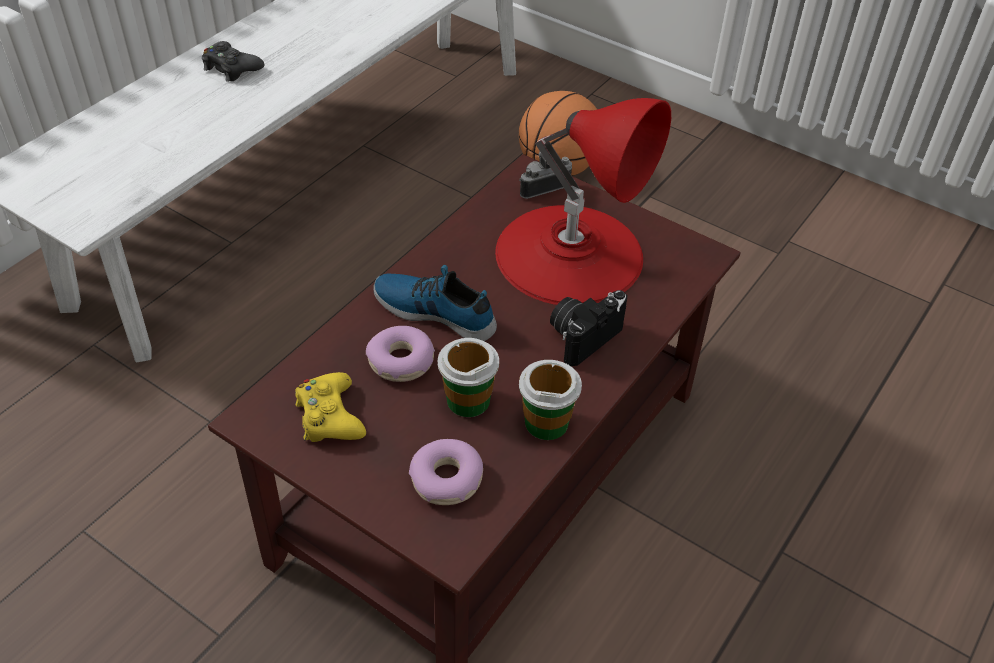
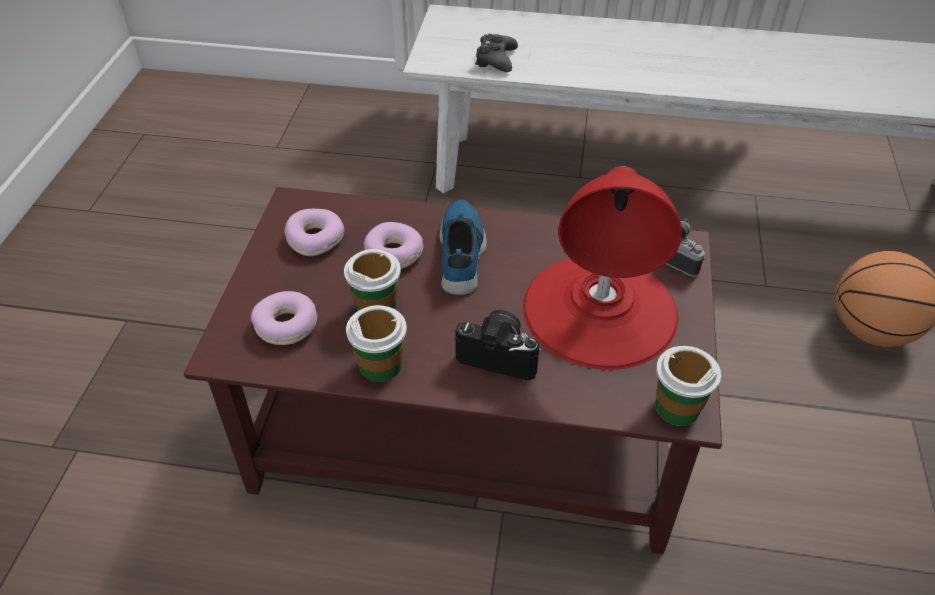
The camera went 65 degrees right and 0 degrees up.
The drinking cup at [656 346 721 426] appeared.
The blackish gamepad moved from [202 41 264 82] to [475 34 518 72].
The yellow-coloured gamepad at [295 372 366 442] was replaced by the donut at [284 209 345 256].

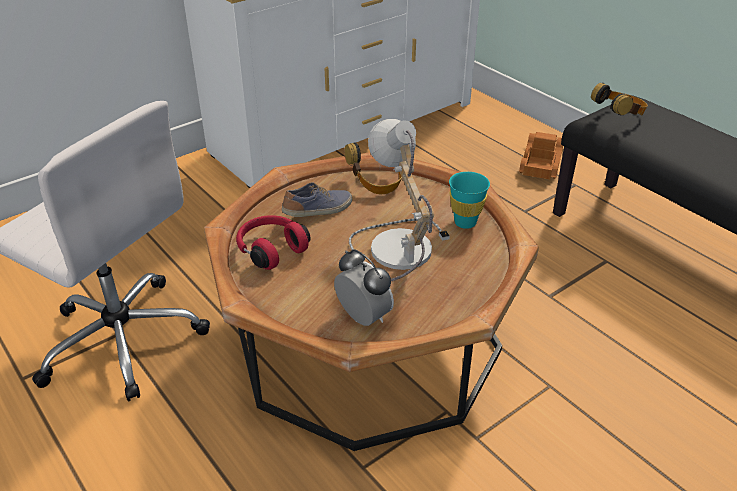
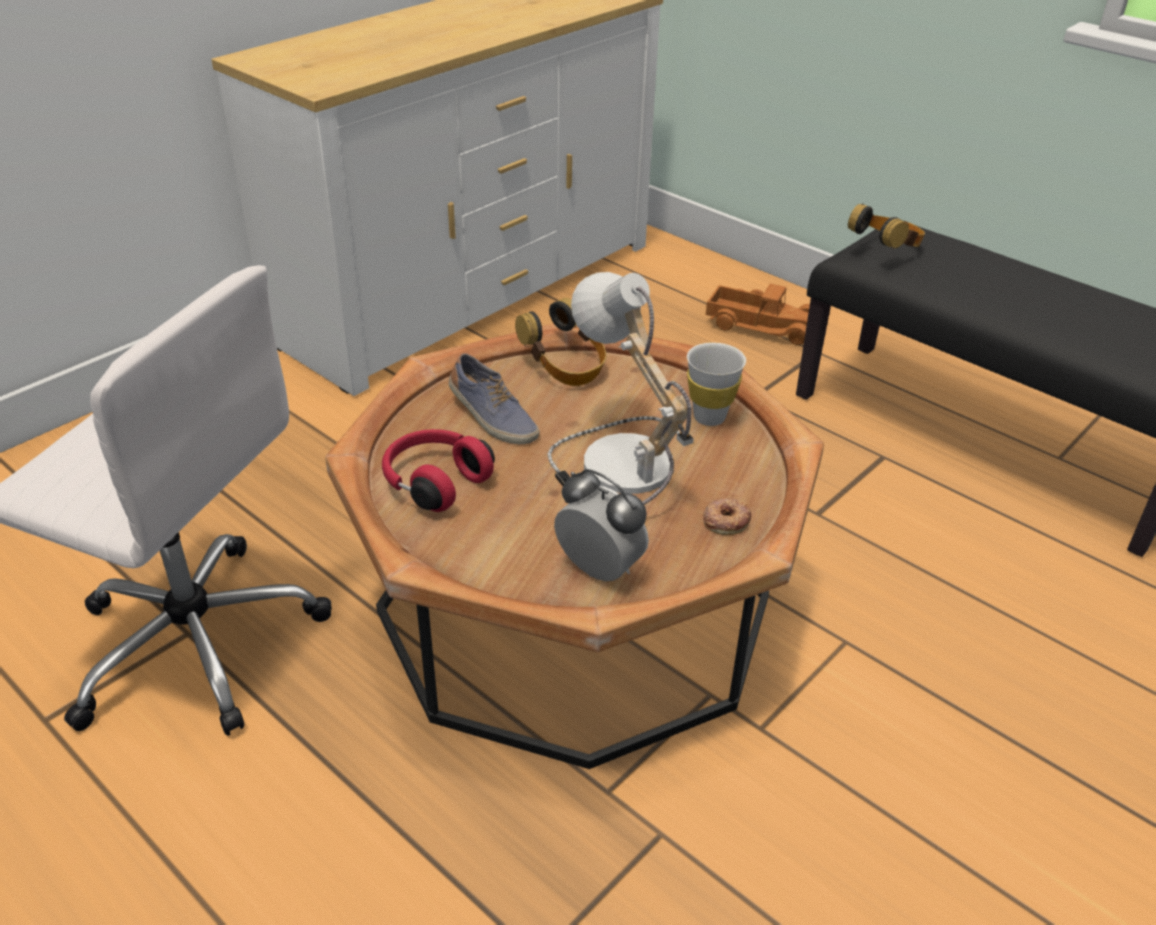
The camera went 10 degrees left and 0 degrees up.
The donut at [703 498 751 535] appeared.
The turquoise drinking cup at [449 172 490 229] became the whitish drinking cup at [687 343 746 426].
The shoe at [282 182 352 217] turned 90 degrees clockwise.
The toy truck at [519 132 563 179] turned 105 degrees clockwise.

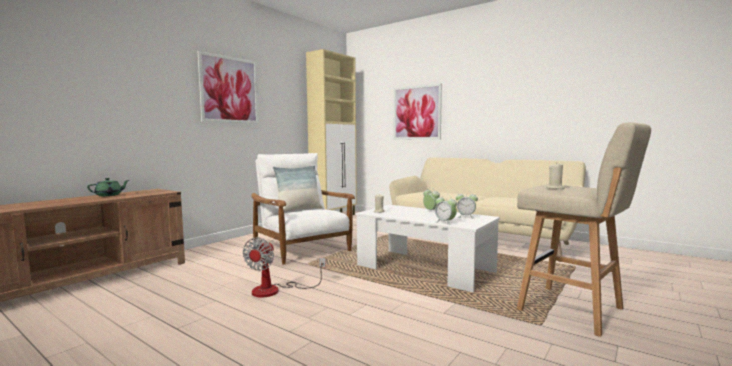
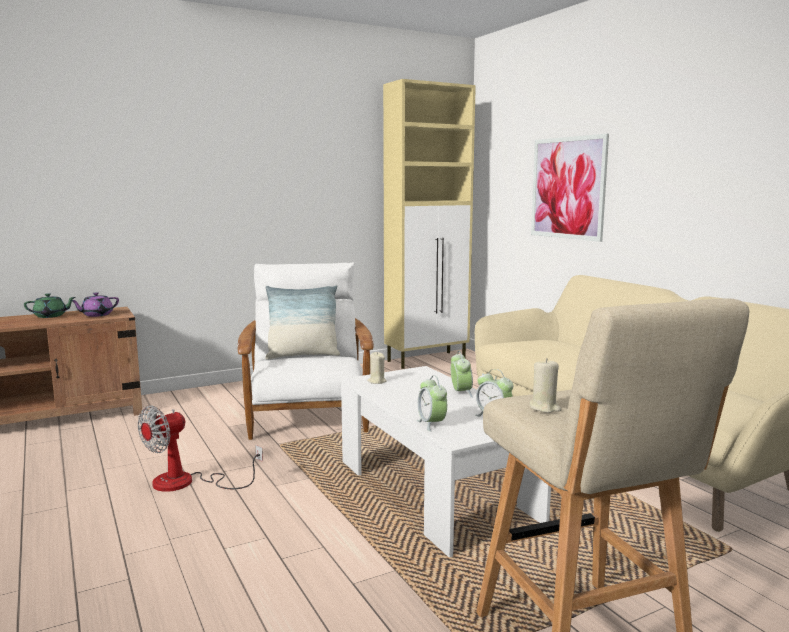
The camera went 25 degrees right and 5 degrees up.
The wall art at [197 51 259 124] disappeared.
The purplish tea pot at [70 292 119 317] appeared.

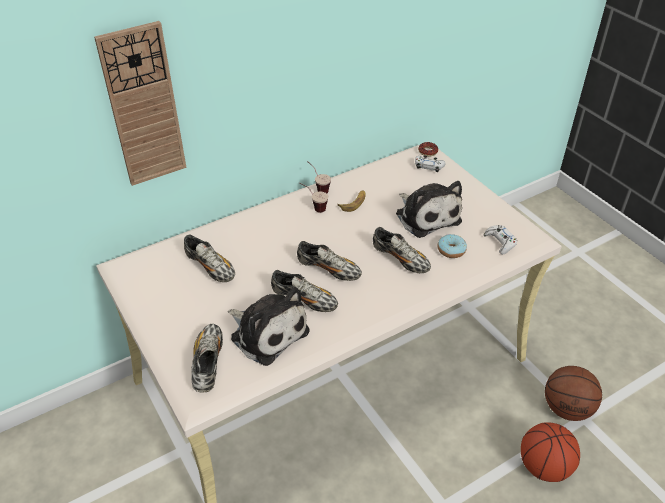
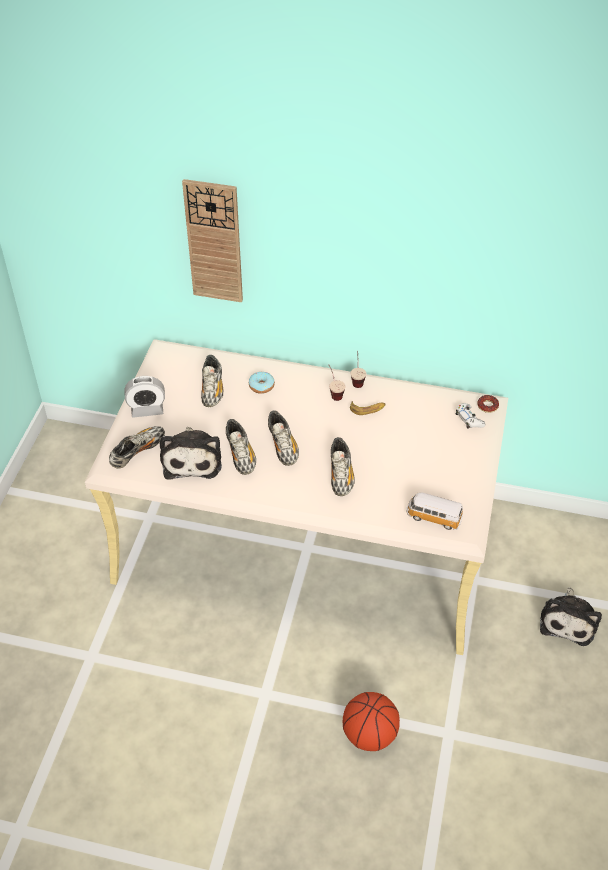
The camera went 45 degrees right and 5 degrees up.
The basketball at [545 366 602 421] disappeared.
The alarm clock at [124 376 165 418] appeared.
The cuddly toy moved from [396 181 462 238] to [540 587 602 646].
The donut moved from [437 234 467 258] to [249 372 275 394].
The whitish gamepad at [484 225 517 254] was replaced by the model car at [406 492 463 530].

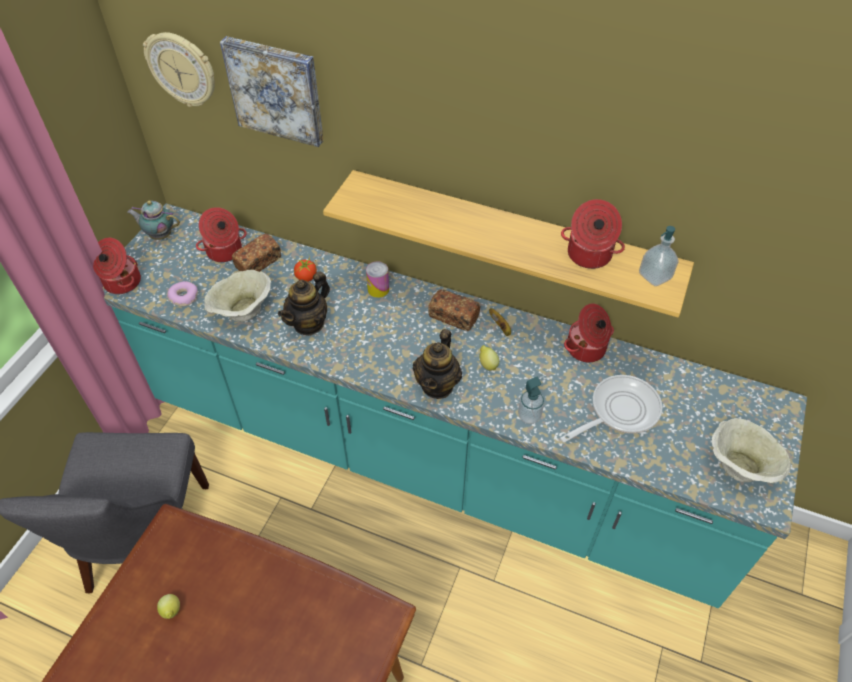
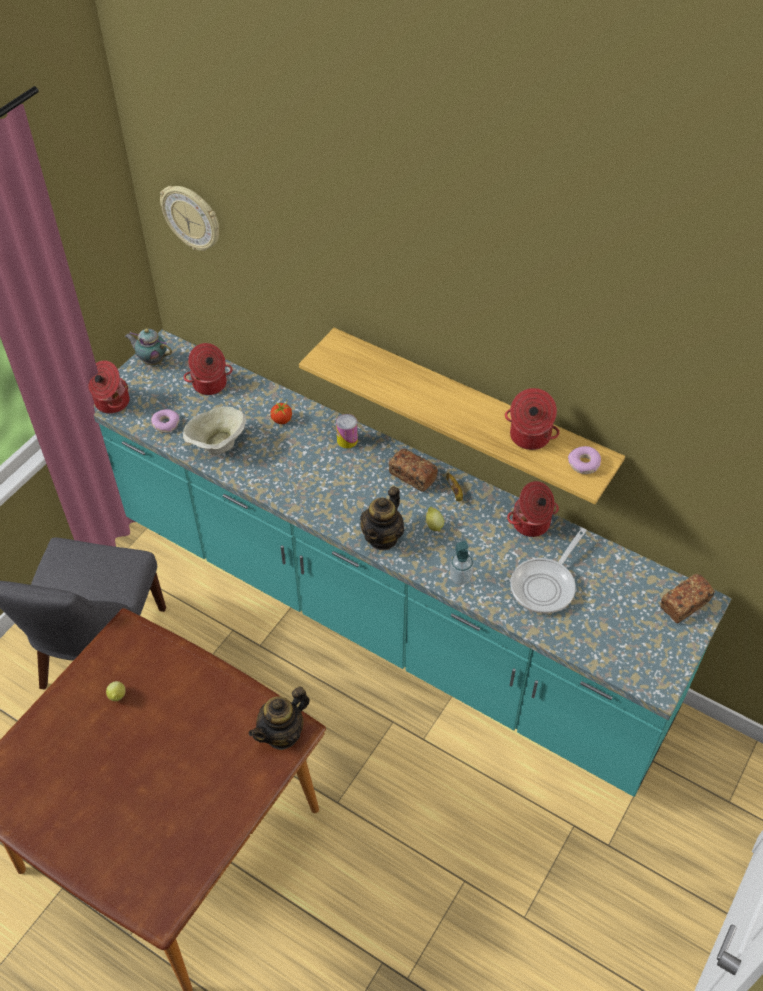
The camera went 10 degrees right and 0 degrees up.
The wall art at [220 36 324 147] disappeared.
The beige bowl at [712 418 791 483] disappeared.
The bread moved from [232 234 281 272] to [660 574 715 623].
The tea pot moved from [278 271 330 336] to [249 687 310 750].
The soap bottle at [639 226 679 286] was replaced by the donut at [568 446 601 474].
The pan at [560 375 662 443] turned 150 degrees clockwise.

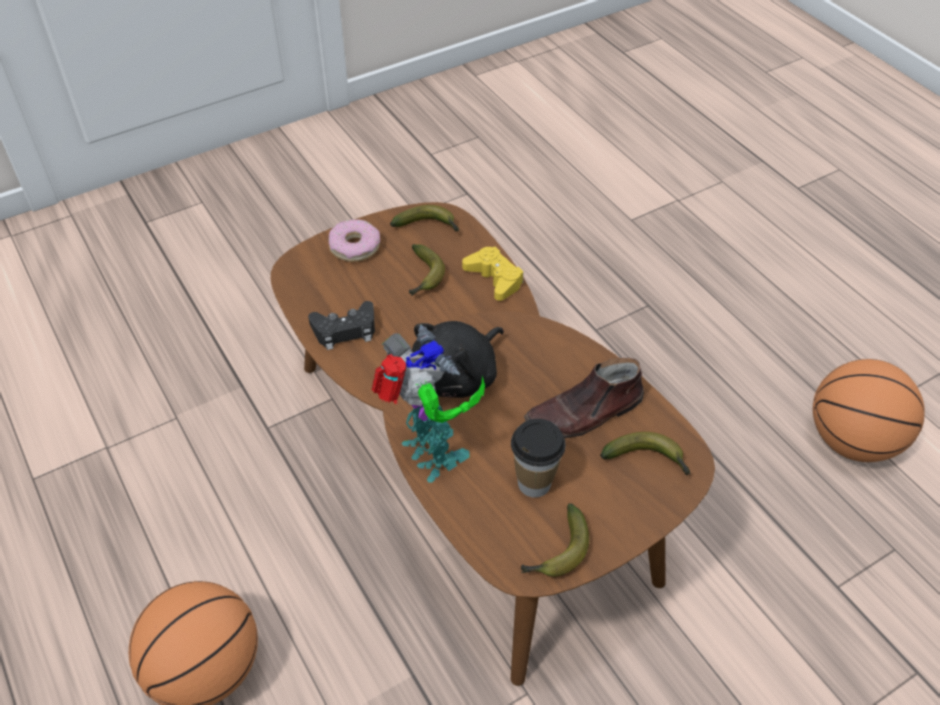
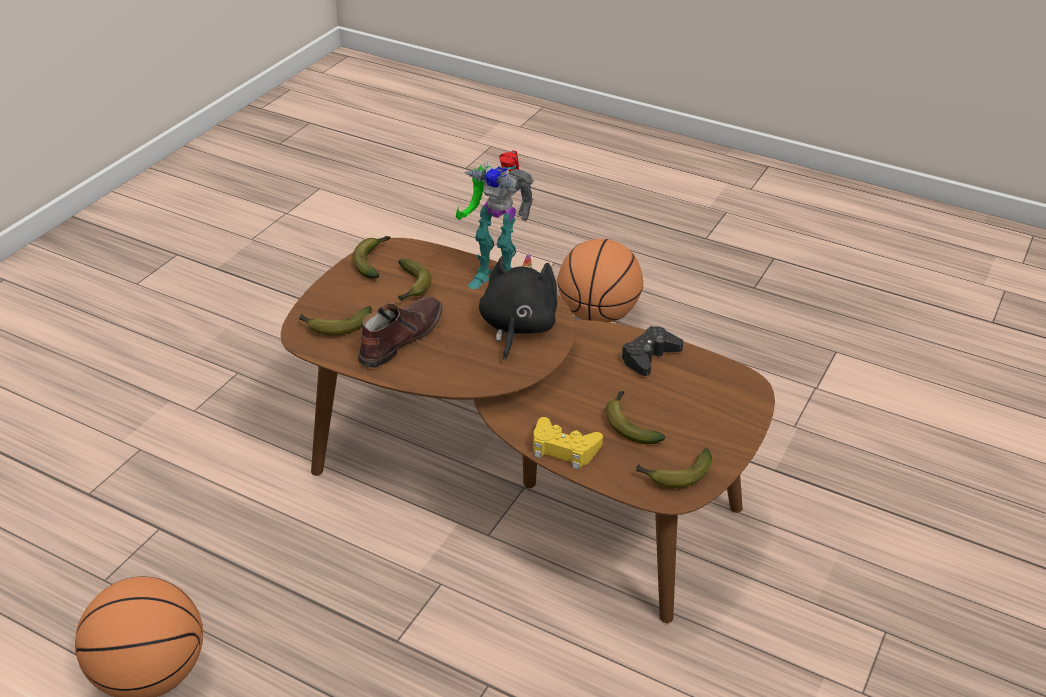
The camera went 150 degrees right and 10 degrees down.
The donut at [329 219 380 262] disappeared.
The drinking cup at [511 419 566 498] was replaced by the banana at [398 259 432 301].

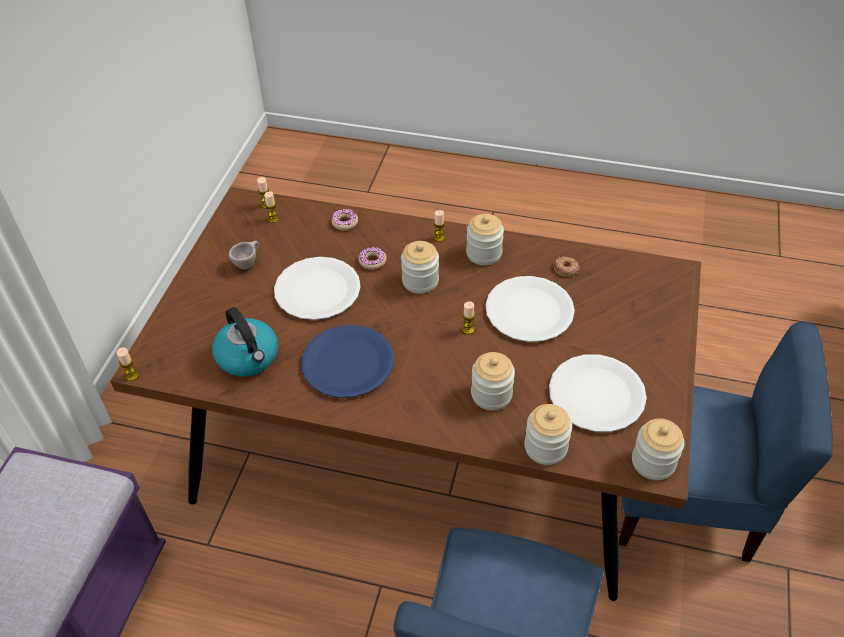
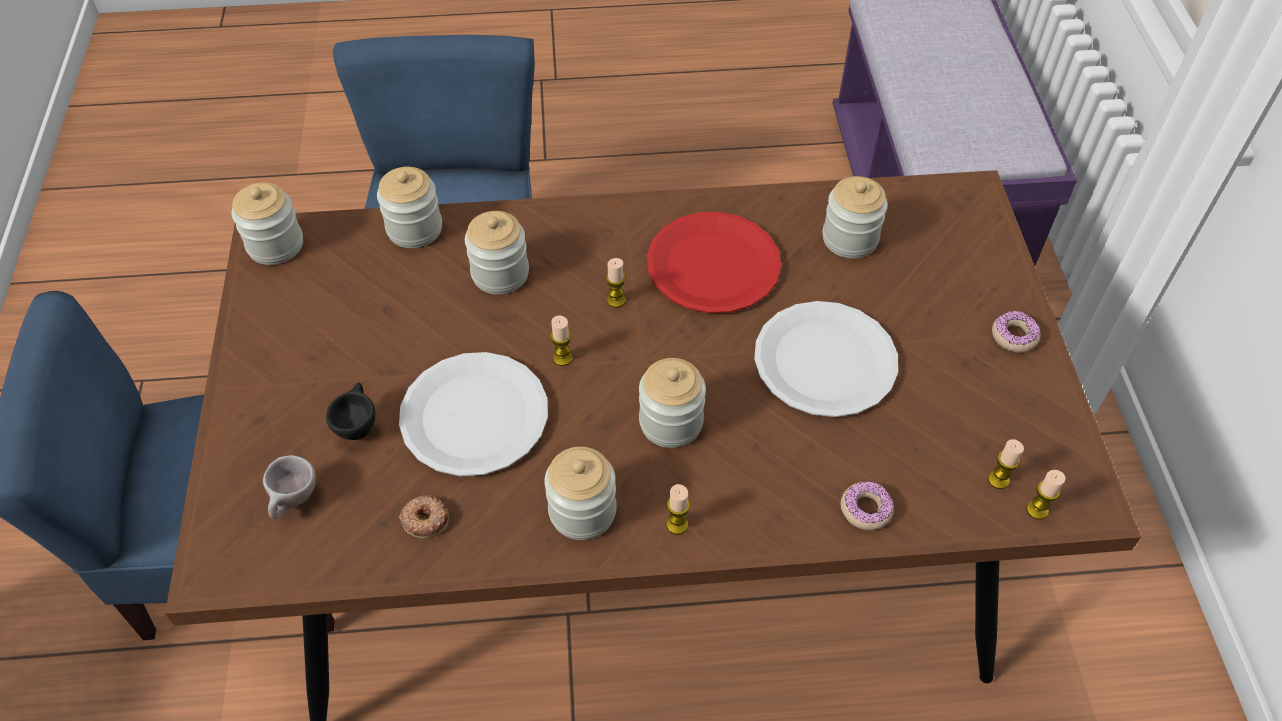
The camera went 160 degrees right and 5 degrees up.
The whitish dinner plate at [549 354 647 432] disappeared.
The blackish drinking cup at [326 383 375 440] appeared.
The wax light moved from [117 347 139 381] to [606 258 626 308].
The beige drinking cup moved from [229 241 259 269] to [263 455 316 519].
The donut moved from [359 247 387 270] to [992 311 1041 353].
The tea kettle at [212 307 278 377] was replaced by the jar at [822 176 888 258].
The blue-coloured dinner plate at [301 325 394 398] became the red-coloured dinner plate at [647 212 781 313].

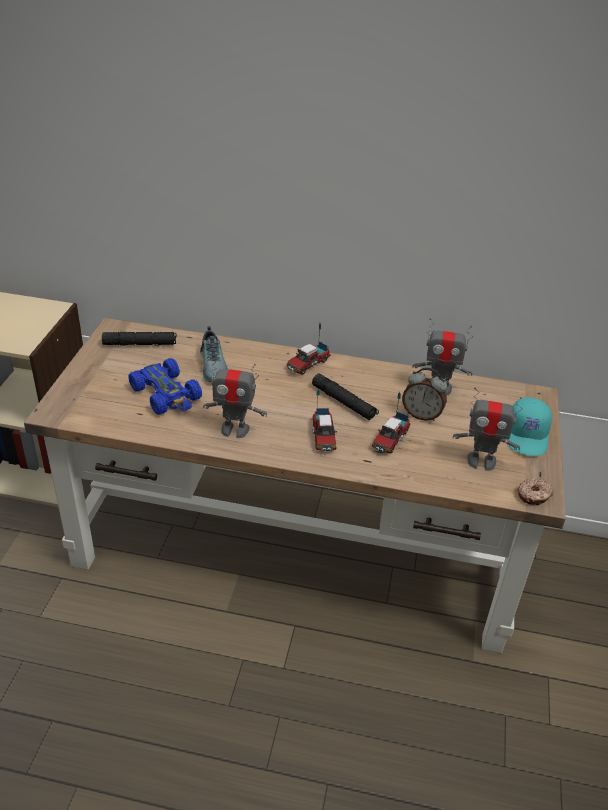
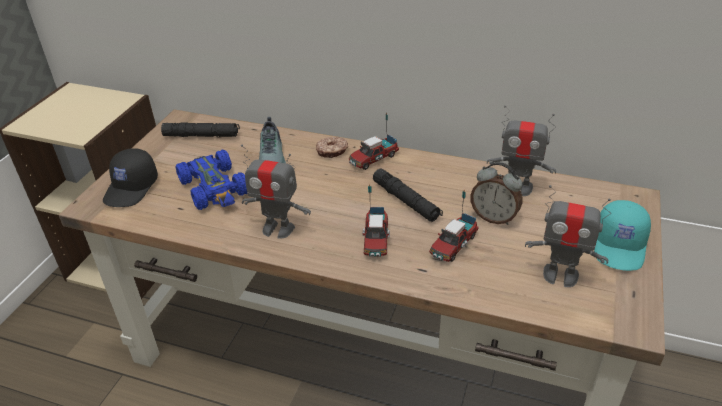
The camera went 10 degrees right and 0 degrees up.
The blackish baseball cap at [103 148 158 207] appeared.
The donut moved from [517 478 554 505] to [316 137 348 158].

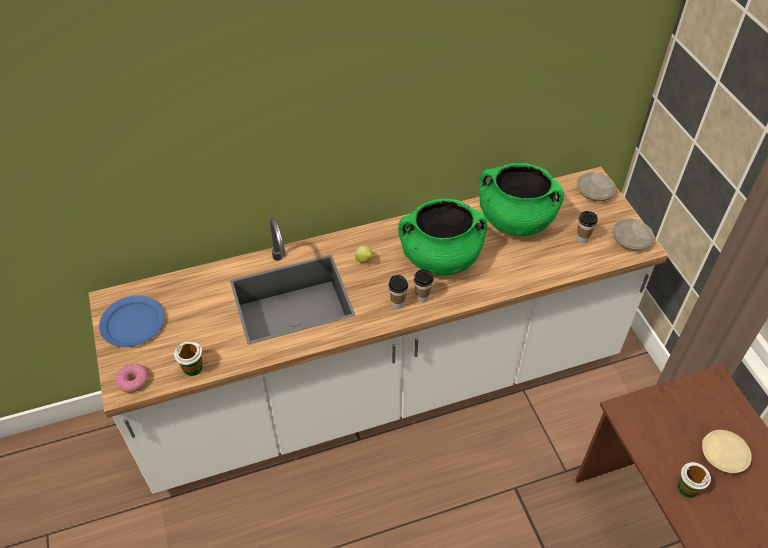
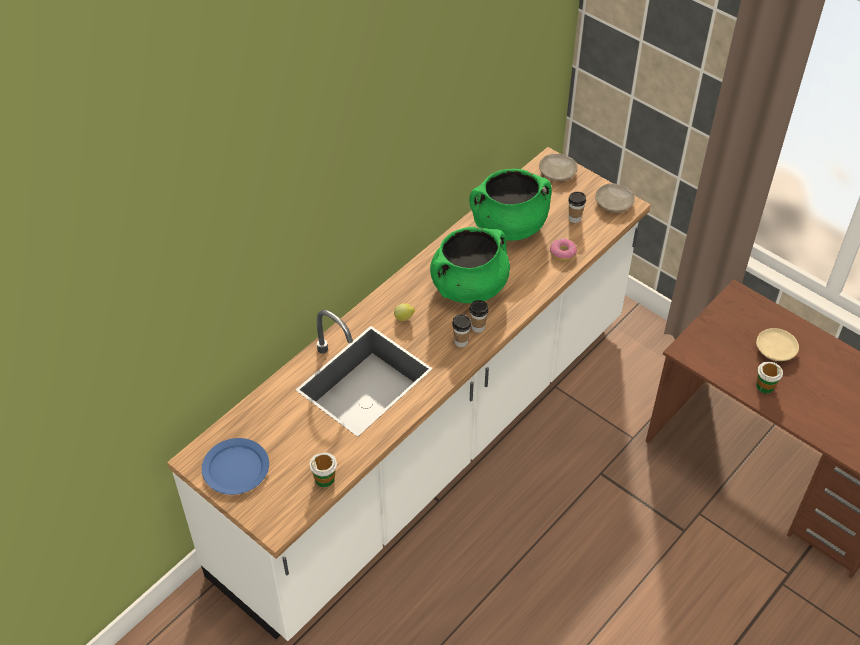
The camera went 30 degrees left and 0 degrees up.
The donut moved from [116 364 148 393] to [550 238 577 261].

